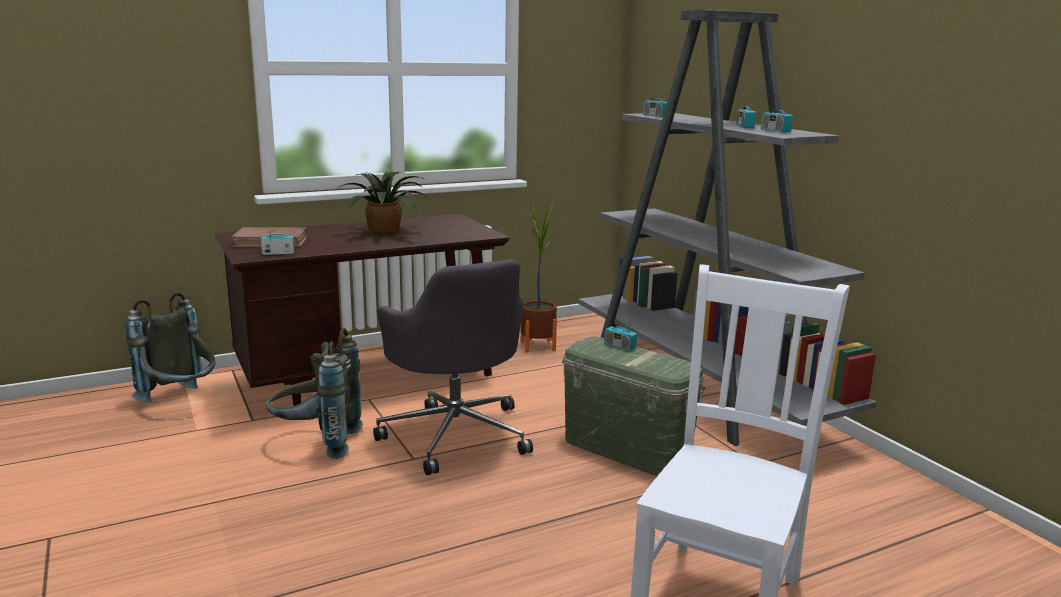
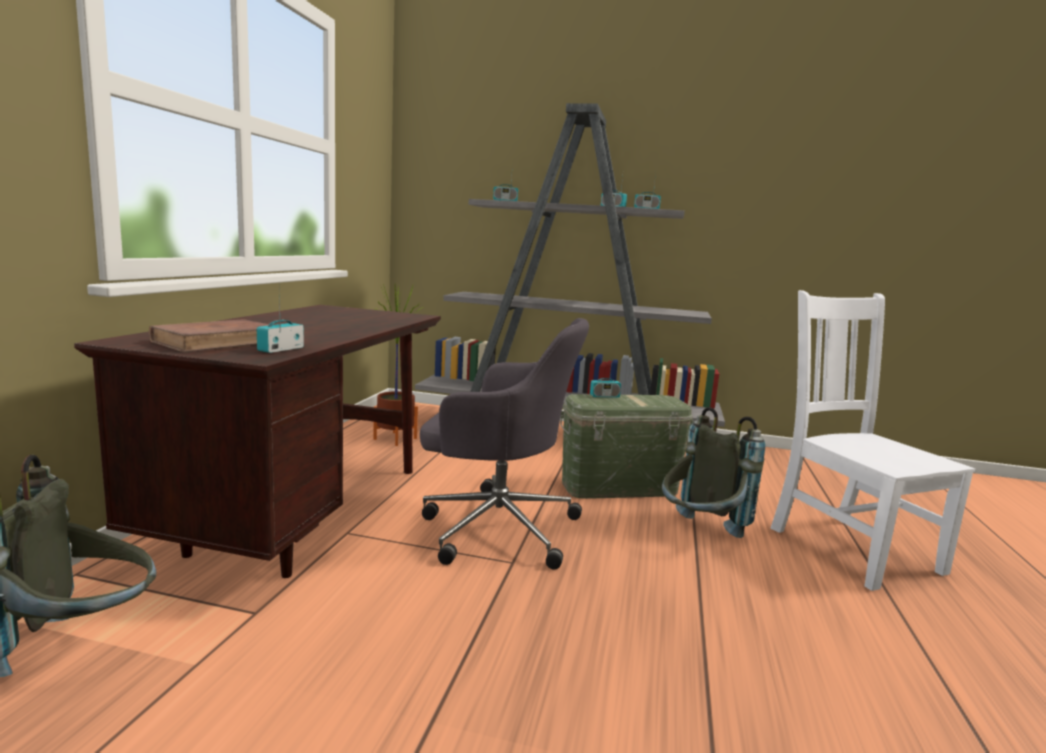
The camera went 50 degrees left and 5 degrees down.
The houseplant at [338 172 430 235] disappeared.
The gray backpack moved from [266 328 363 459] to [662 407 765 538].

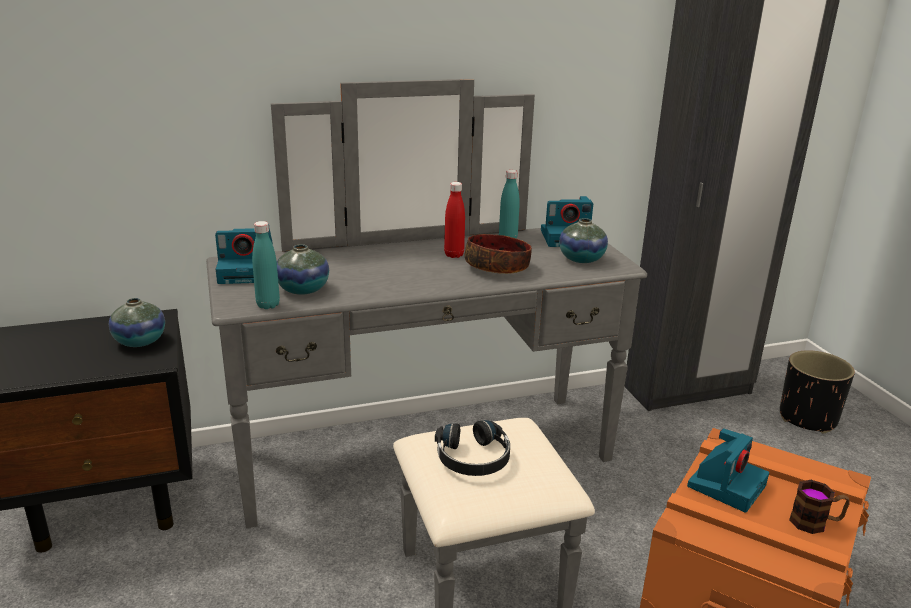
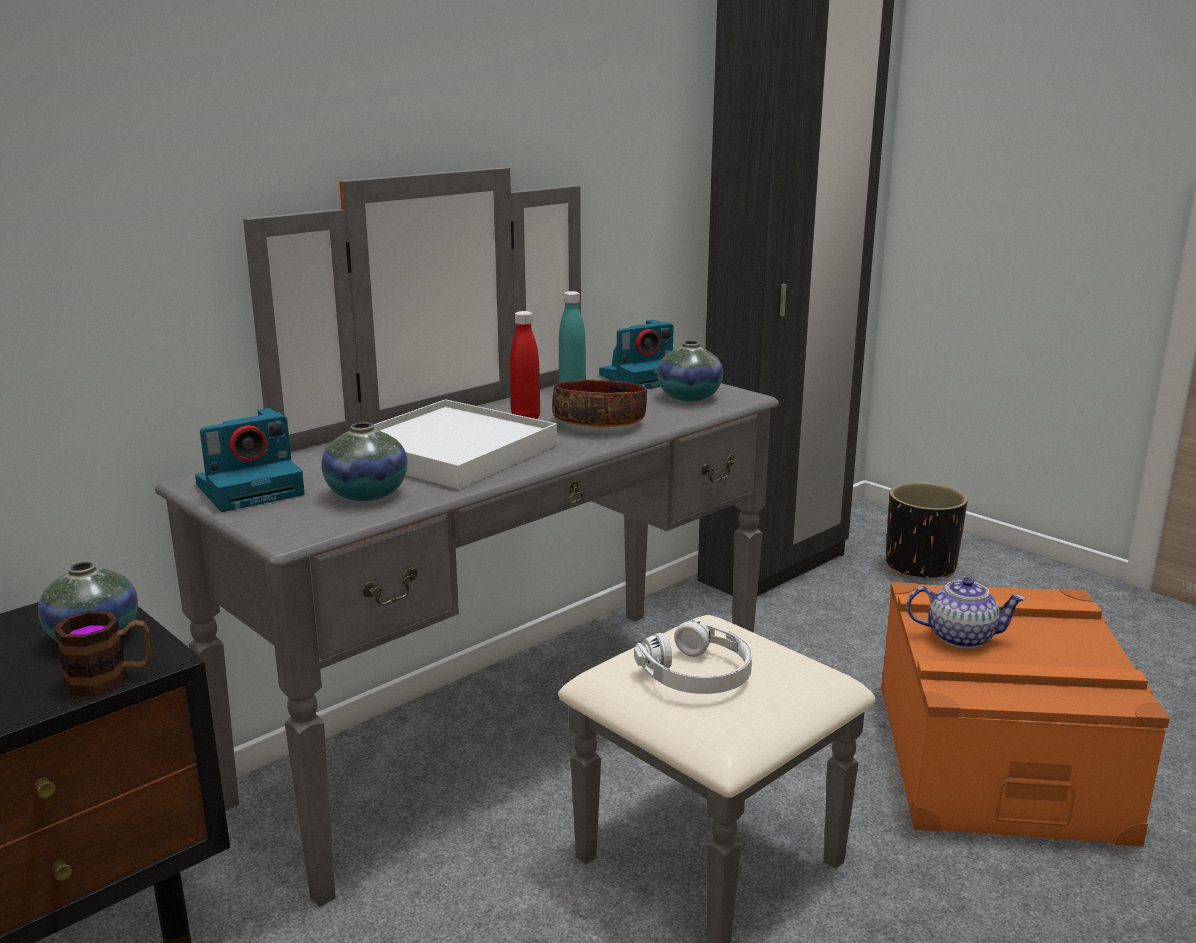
The camera went 25 degrees left and 5 degrees down.
The turquoise beverage bottle at [252 221 280 309] disappeared.
The whitish carrying tray at [373 399 557 489] appeared.
The coffee mug moved from [789 480 850 534] to [54 611 151 697].
The photo camera at [687 428 769 513] was replaced by the tea pot at [906 577 1026 649].
The blackish headphones at [435 420 510 476] became the whitish headphones at [634 620 752 694].

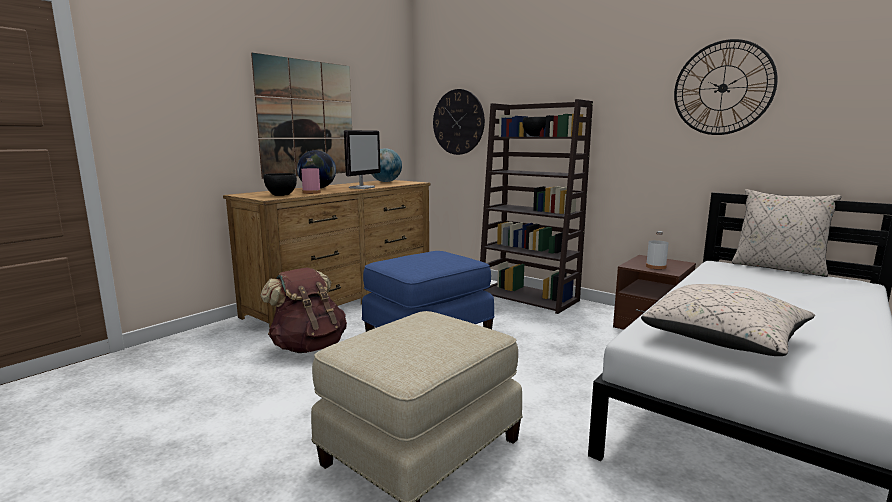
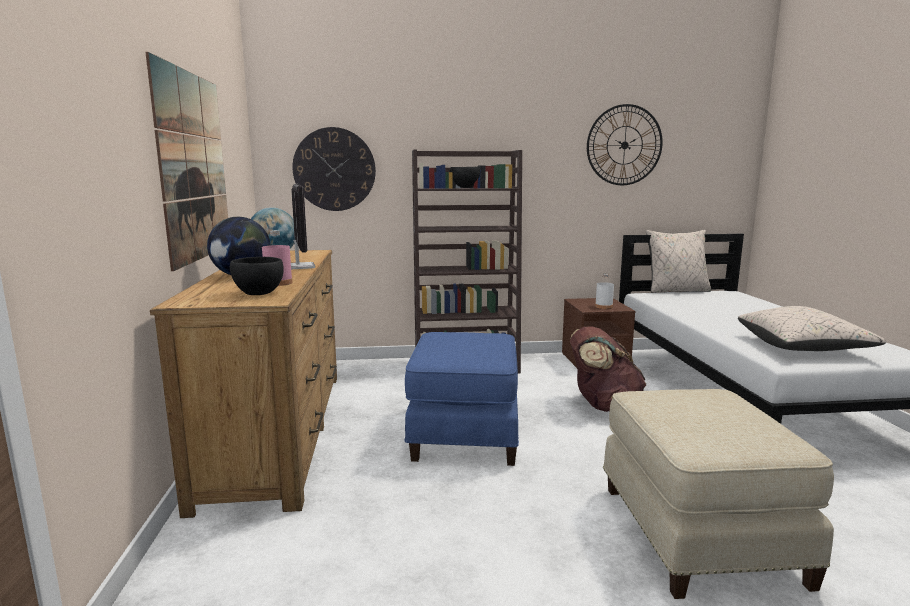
The camera went 45 degrees left and 0 degrees up.
The brown-coloured backpack moved from [260 267 347 353] to [570 326 647 412].

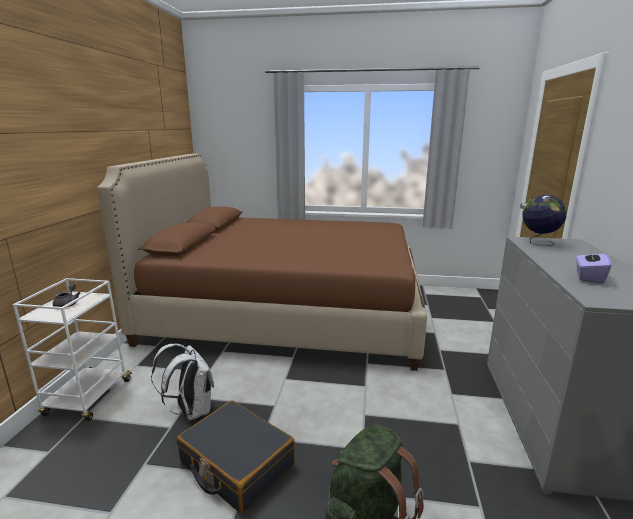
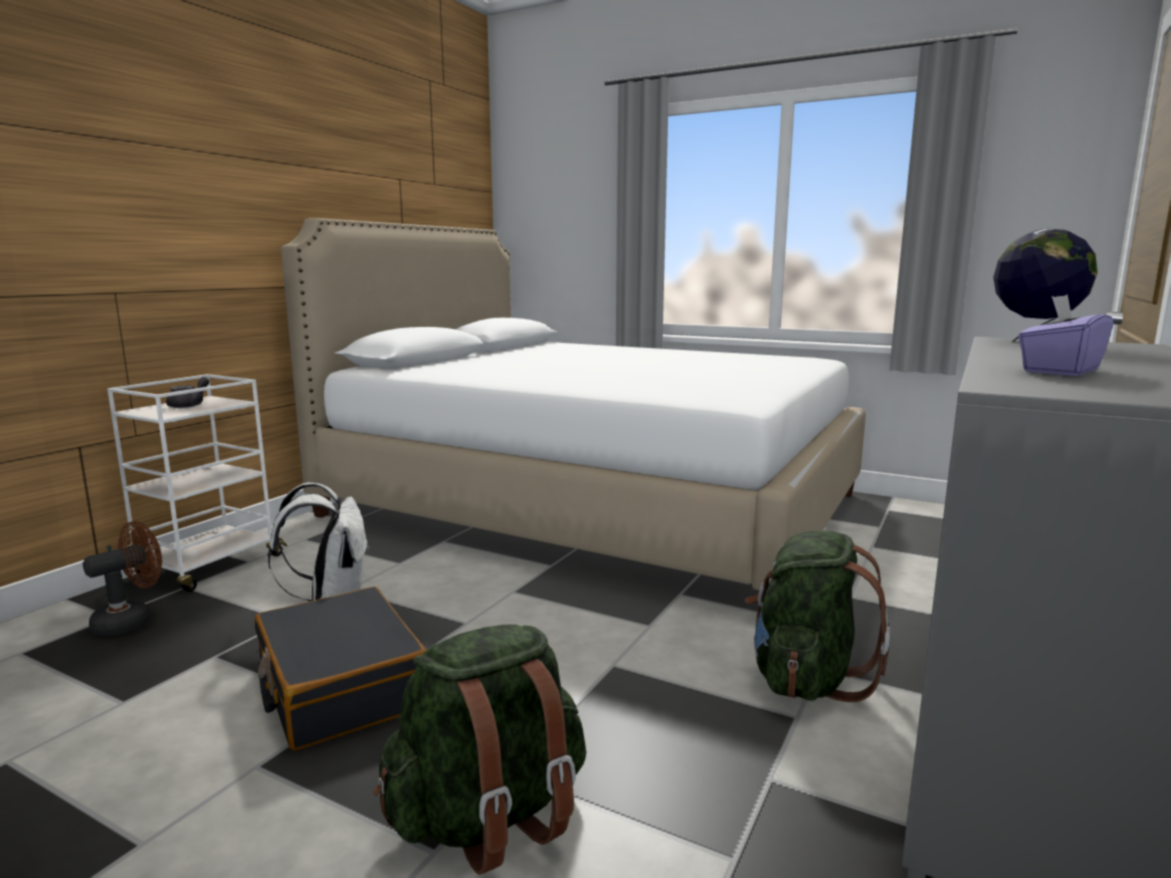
The camera went 20 degrees right and 5 degrees down.
The brown-coloured fan at [83 521 162 636] appeared.
The green-coloured backpack at [745 531 891 702] appeared.
The brown-coloured bed at [97 153 427 371] became the whitish bed at [281 218 866 594].

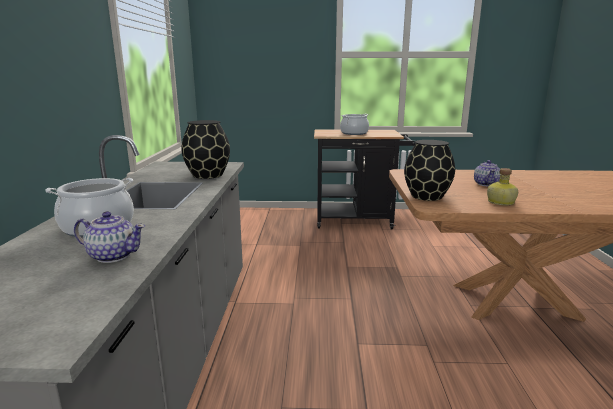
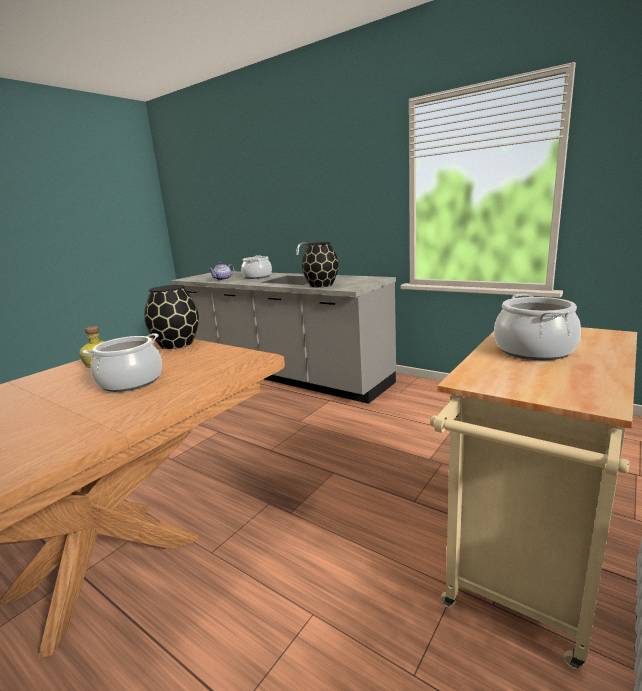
The camera went 125 degrees right and 0 degrees up.
The tea pot at [474 160 500 186] was replaced by the saucepot at [83 333 162 392].
The blackish cart at [314 129 416 229] became the beige cart at [430 327 637 670].

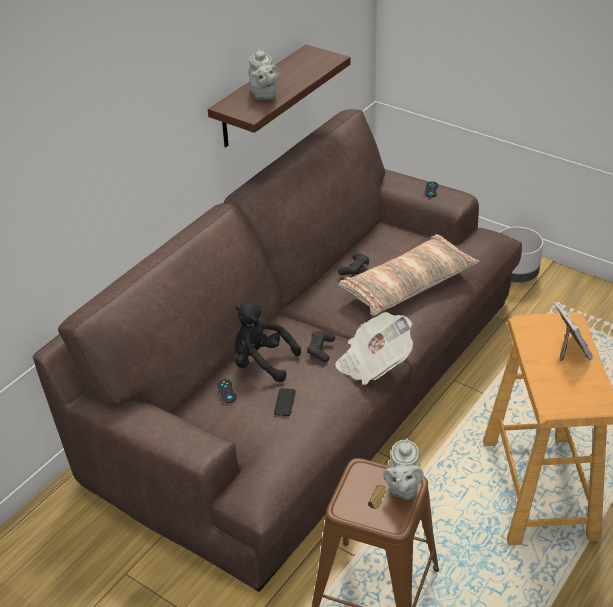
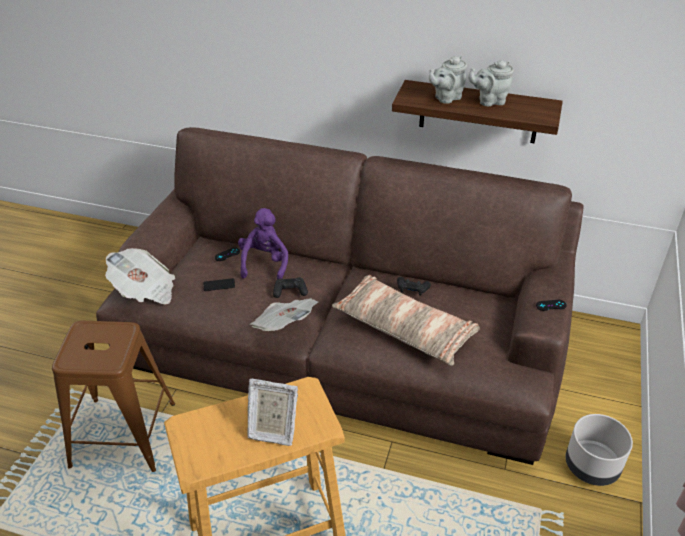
The camera went 70 degrees right and 0 degrees up.
The daily paper at [105 248 175 304] appeared.
The gray tea pot moved from [383 438 423 500] to [468 60 514 106].
The blackish cuddly toy at [235 303 301 382] became the purplish cuddly toy at [238 208 288 280].
The standing frame at [554 302 594 361] turned 45 degrees clockwise.

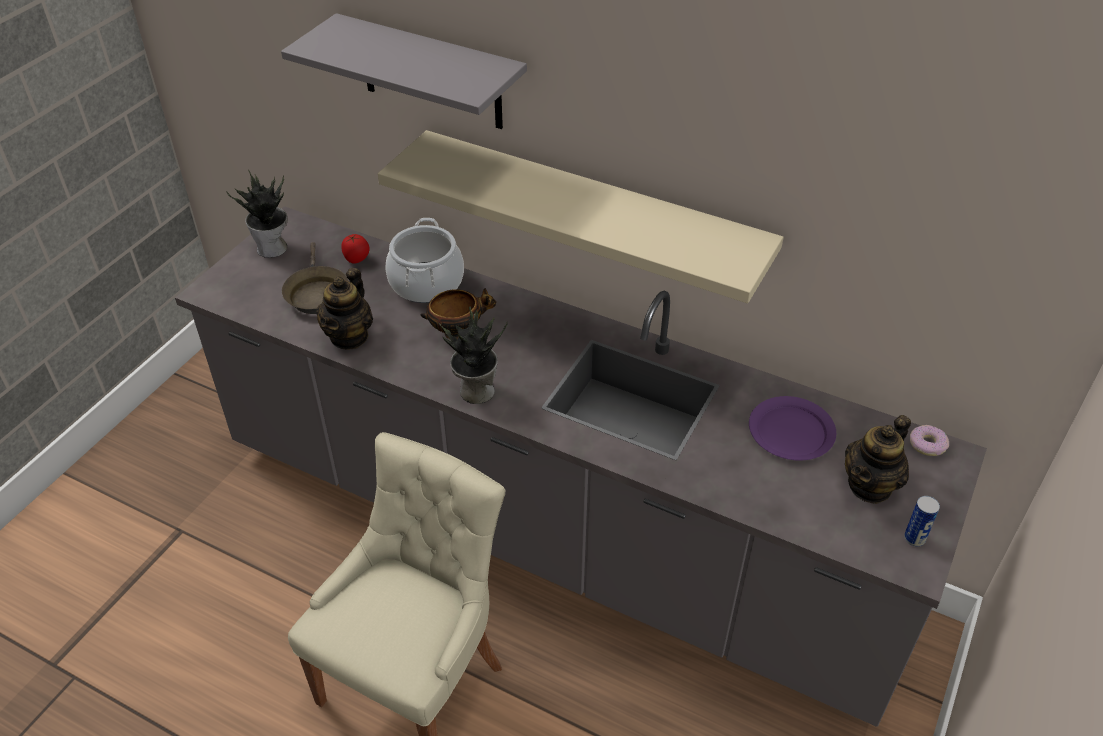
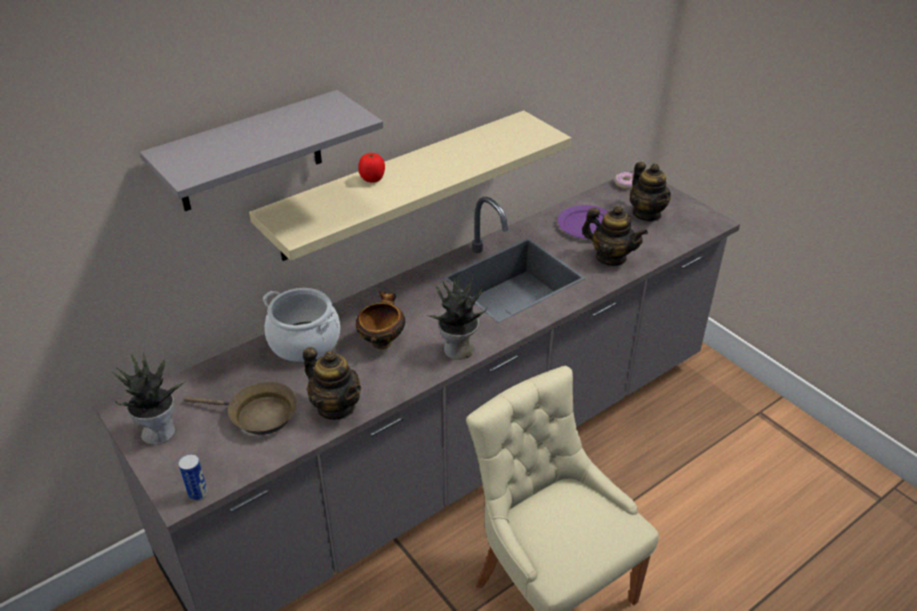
The camera went 65 degrees left and 5 degrees down.
The tea pot at [582 206 648 266] appeared.
The whole tomato moved from [341 234 370 264] to [358 153 385 183].
The sealed can moved from [904 496 940 547] to [178 454 208 501].

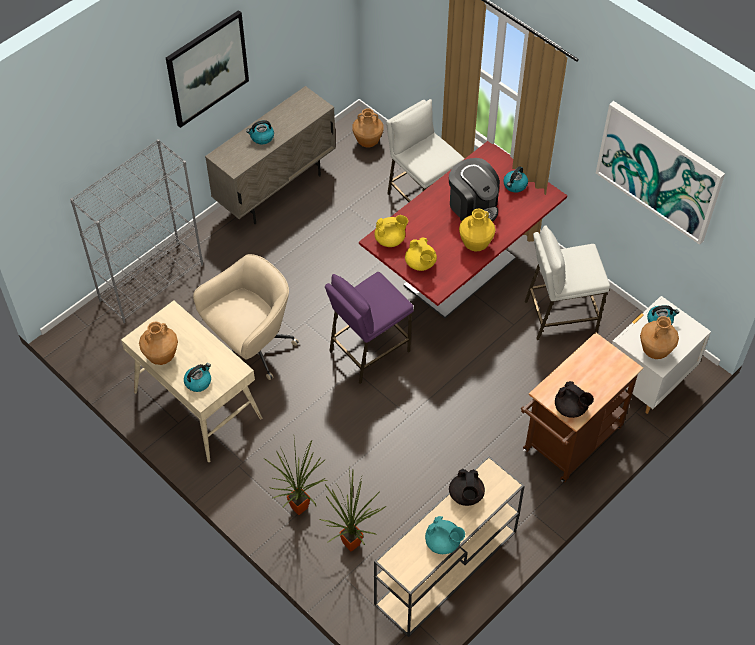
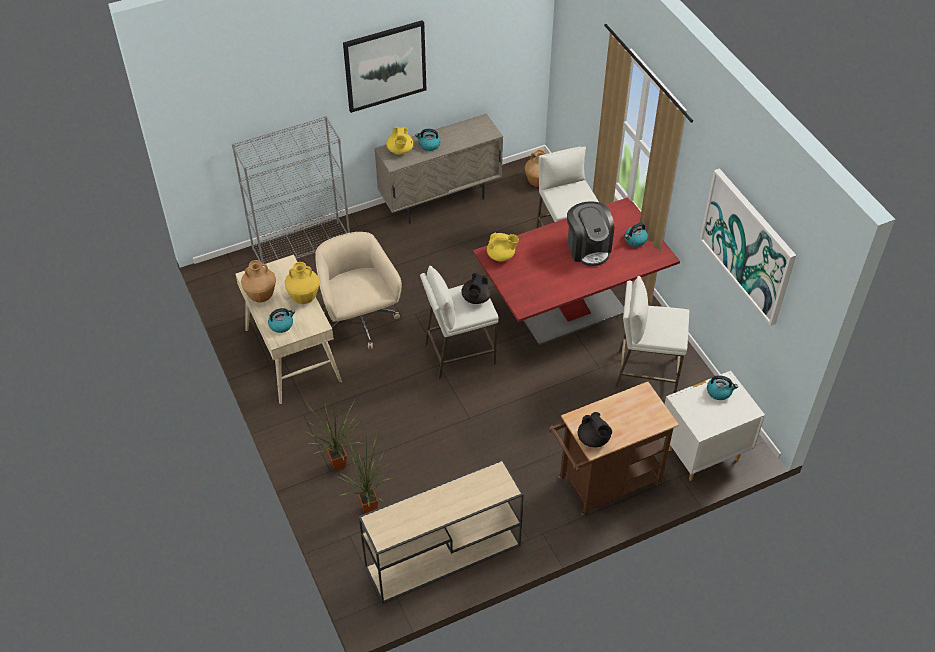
The camera went 20 degrees right and 5 degrees down.
The turquoise tea pot at [425 516 465 554] disappeared.
The brown-coloured vase at [640 316 679 359] disappeared.
The yellow-coloured tea pot moved from [405 238 437 271] to [386 127 413 155].
The blackish tea pot moved from [449 469 485 506] to [461 273 491 304].
The yellow-coloured vase moved from [459 208 496 252] to [285 262 320 304].
The purplish sitting stool at [325 272 414 384] became the whitish sitting stool at [420 266 498 378].
The beige computer chair at [193 254 299 380] turned 90 degrees counterclockwise.

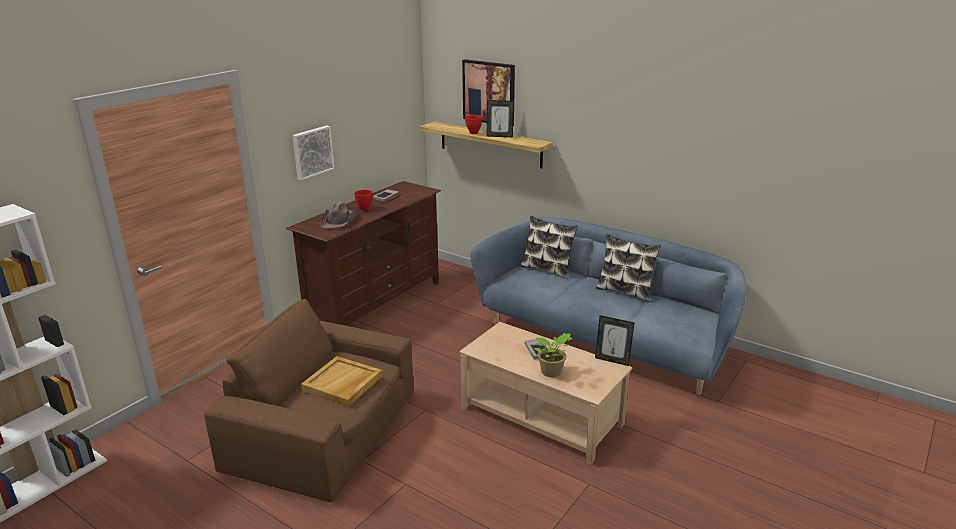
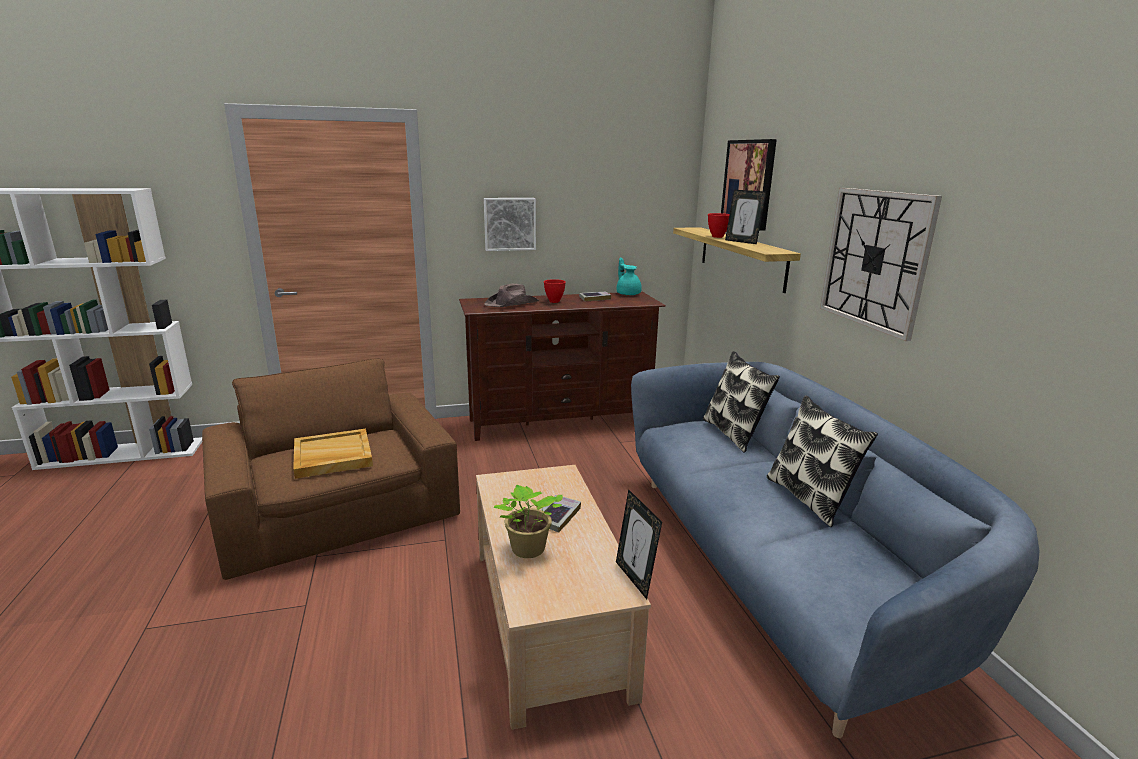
The camera went 40 degrees right and 5 degrees down.
The turquoise tea pot at [616 258 642 296] appeared.
The hanging clock at [820 188 942 341] appeared.

